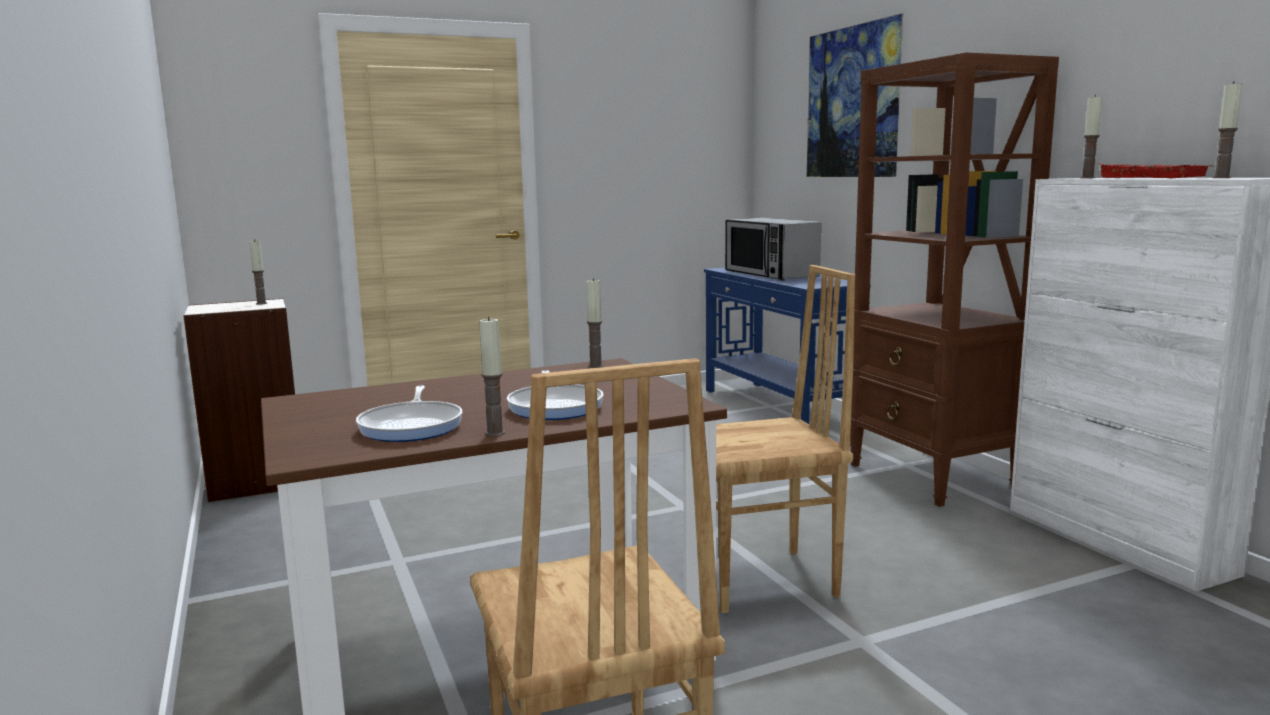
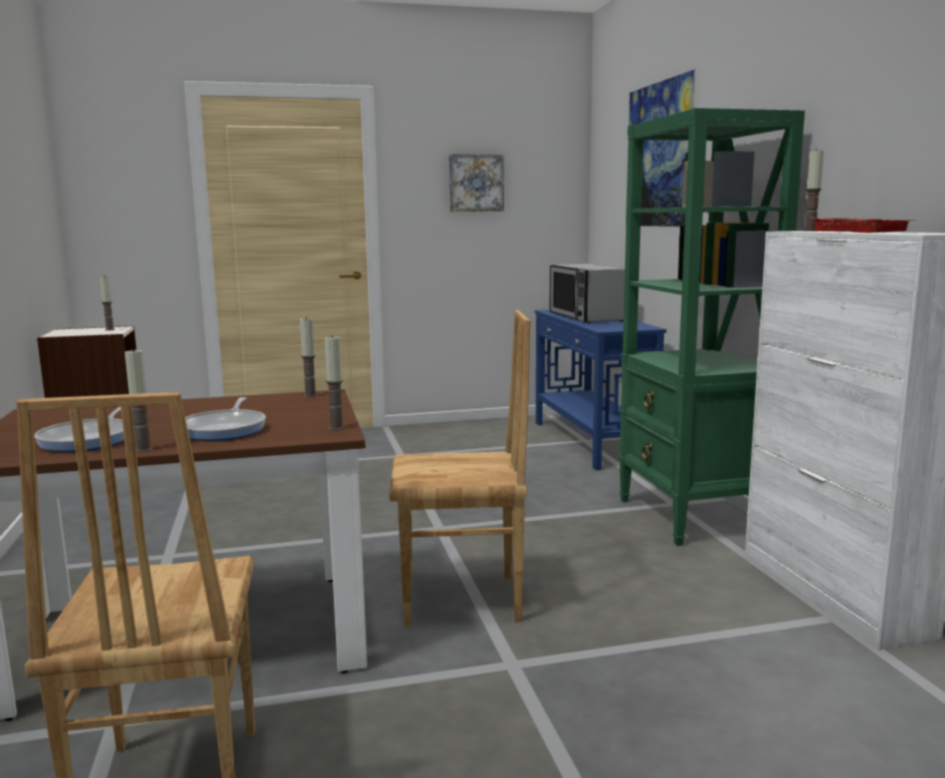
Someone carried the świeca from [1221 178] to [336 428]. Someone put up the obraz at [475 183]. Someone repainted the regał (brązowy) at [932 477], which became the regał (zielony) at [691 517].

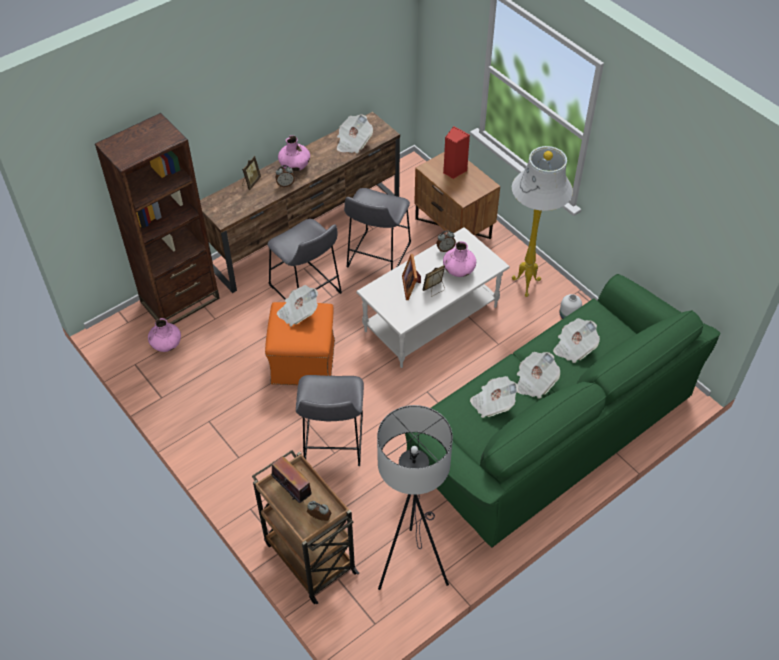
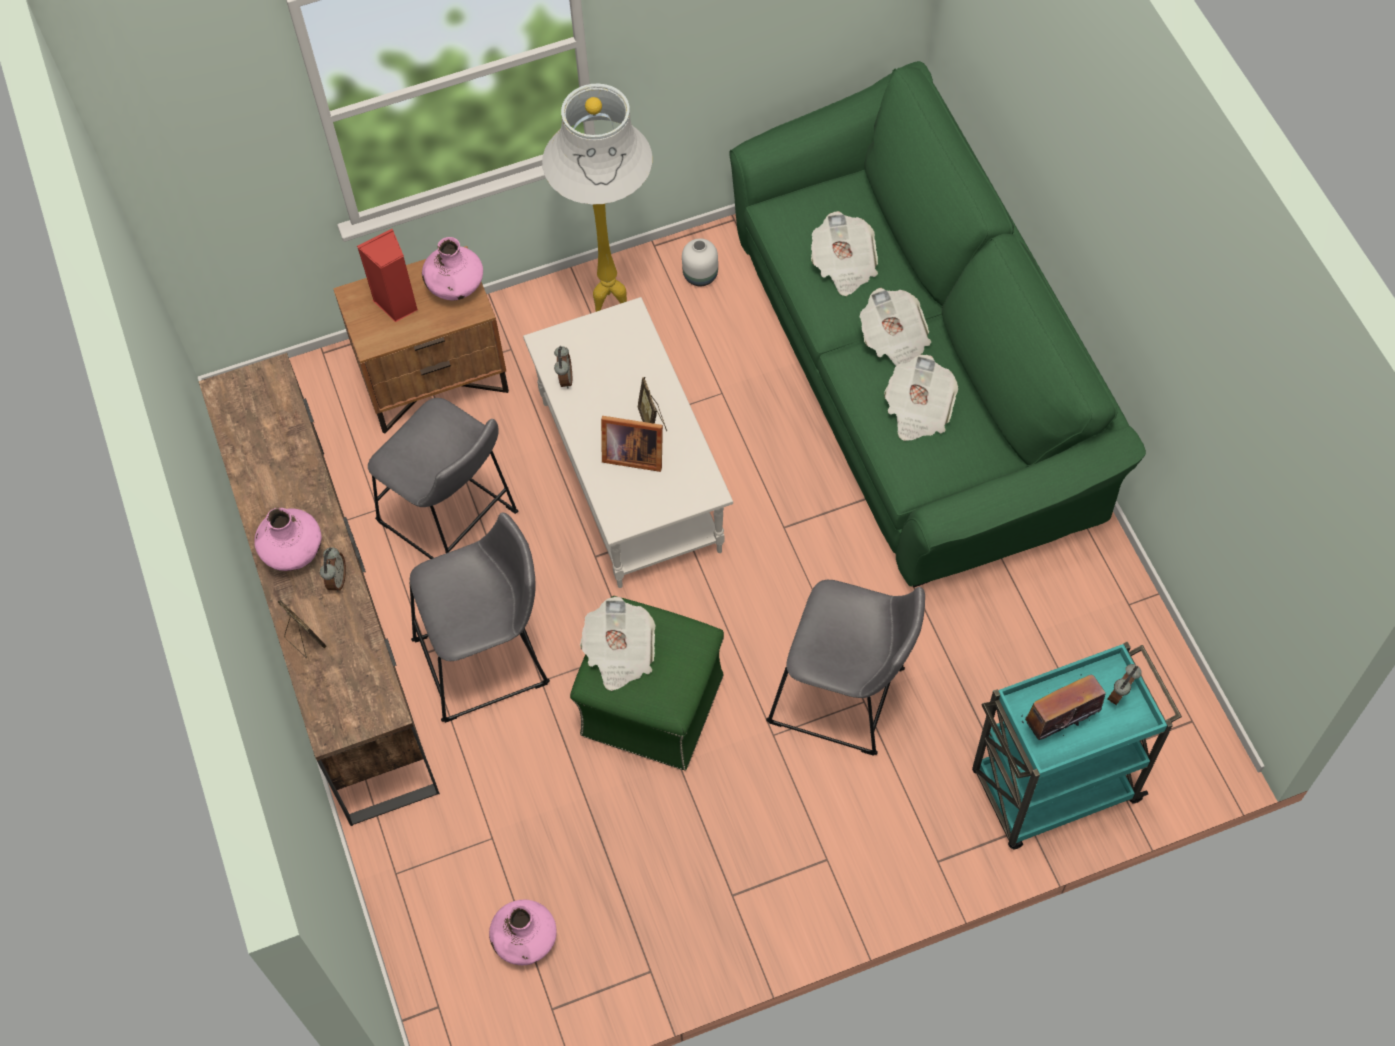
Someone carried the wazon (różowy) from [458 271] to [455 287]. Someone repainted the pufa (pomarańczowy) at [303 361], which became the pufa (zielony) at [650 705]. Someone repainted the wózek (brązowy) at [309 556], which became the wózek (turkusowy) at [1052 788]. Someone took away the regał (brązowy) at [180 300]. Someone took away the gazeta at [353 142]. Someone took away the lampa stojąca (szary) at [411 561].

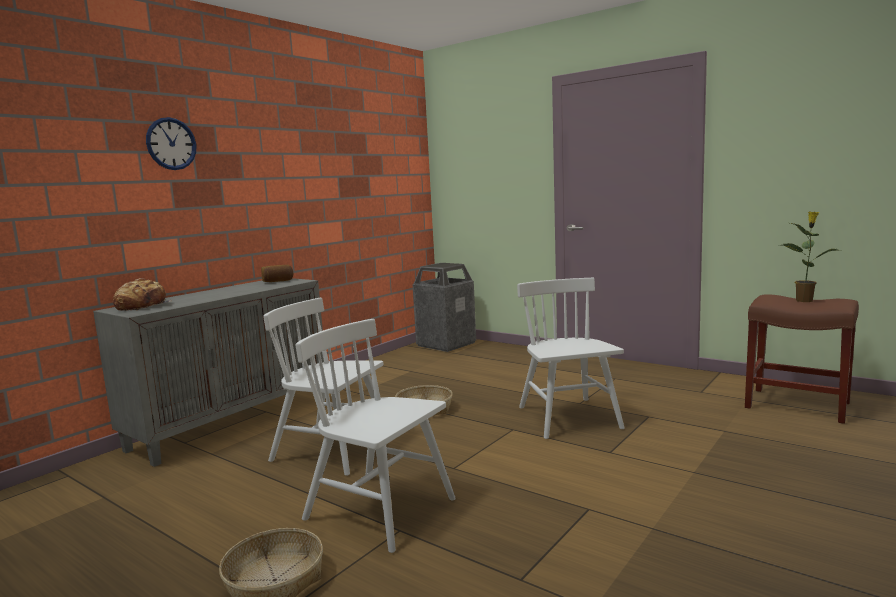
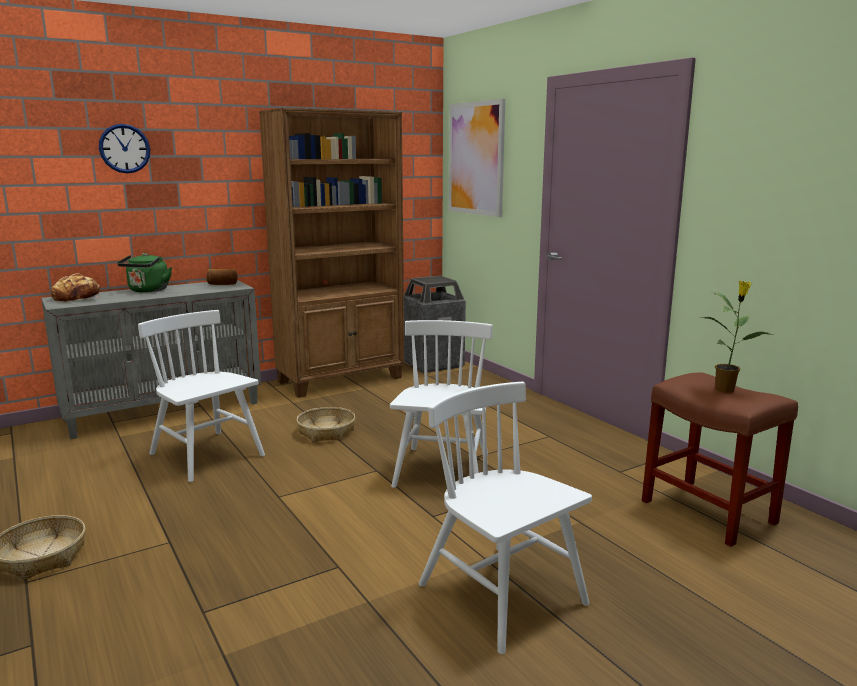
Someone put down the czajnik (zielony) at [147 291]. Someone put down the regał (brązowy) at [341 380]. Someone carried the krzesło (biały) from [380 510] to [502 595]. Someone put up the obraz at [476 158].

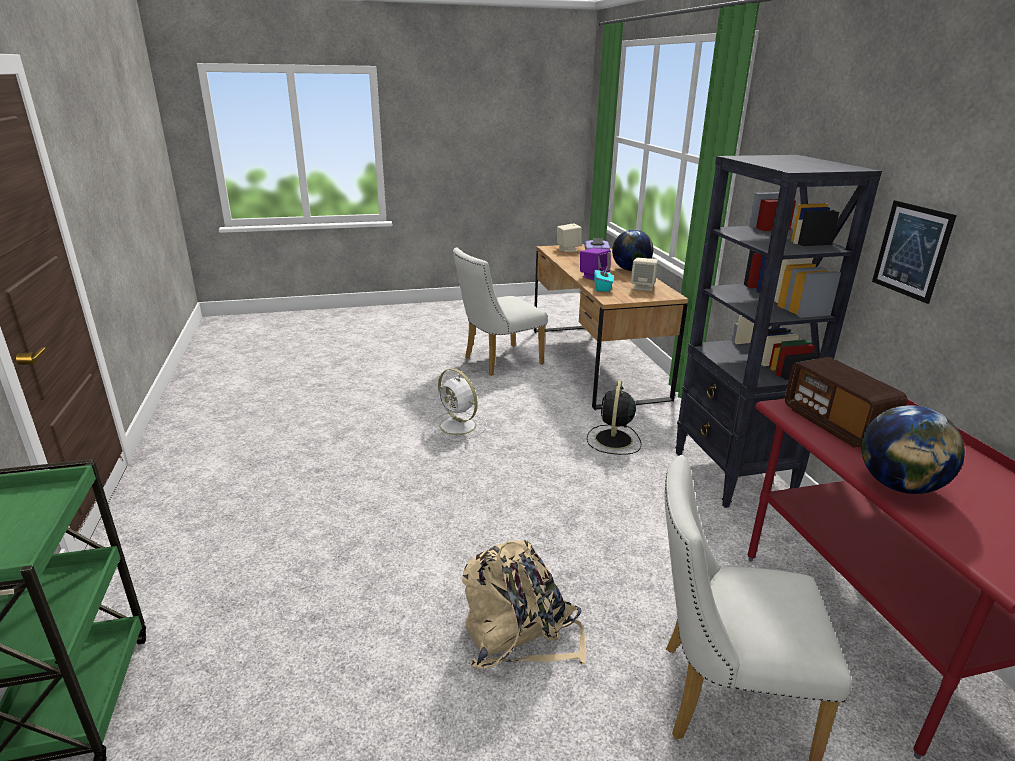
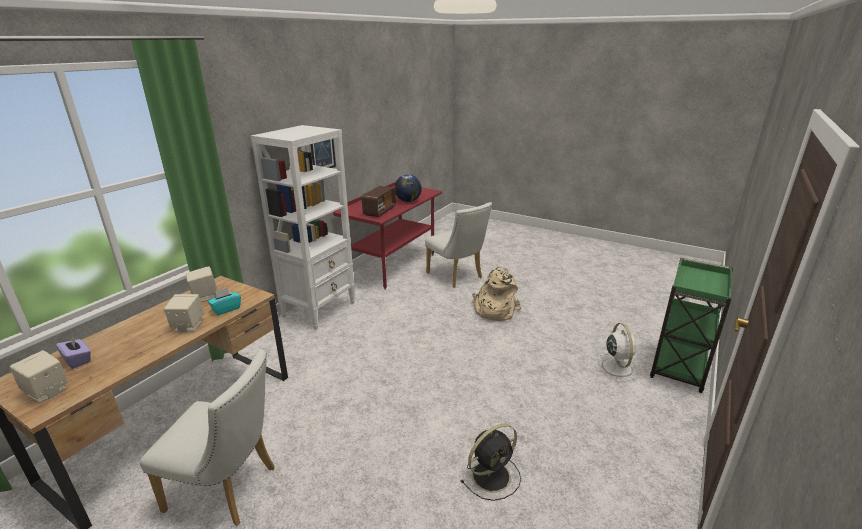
Someone repainted the głośnik (fioletowy) at [593 276], which became the głośnik (beżowy) at [188 326]. Someone repainted the regał (czarny) at [733 474], which became the regał (biały) at [319 309]. Someone carried the wentylator (czarny) from [613 440] to [492 475]. Someone carried the wentylator (biały) from [459 426] to [616 367]. Someone took away the globus at [630 270].

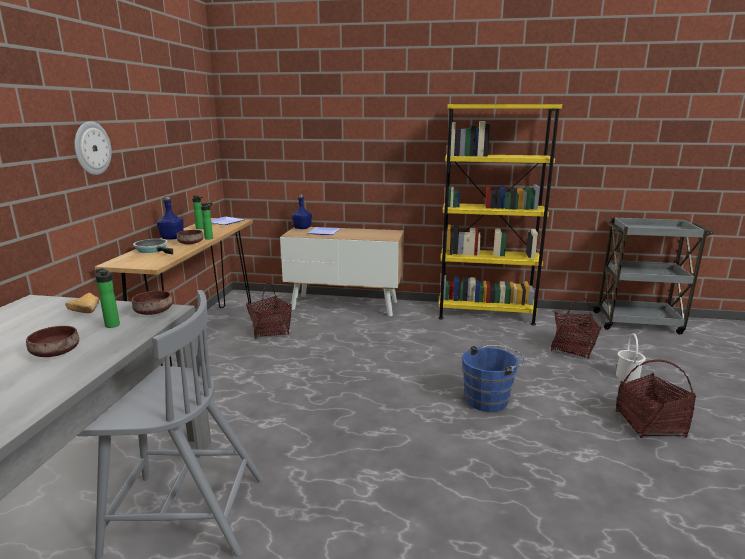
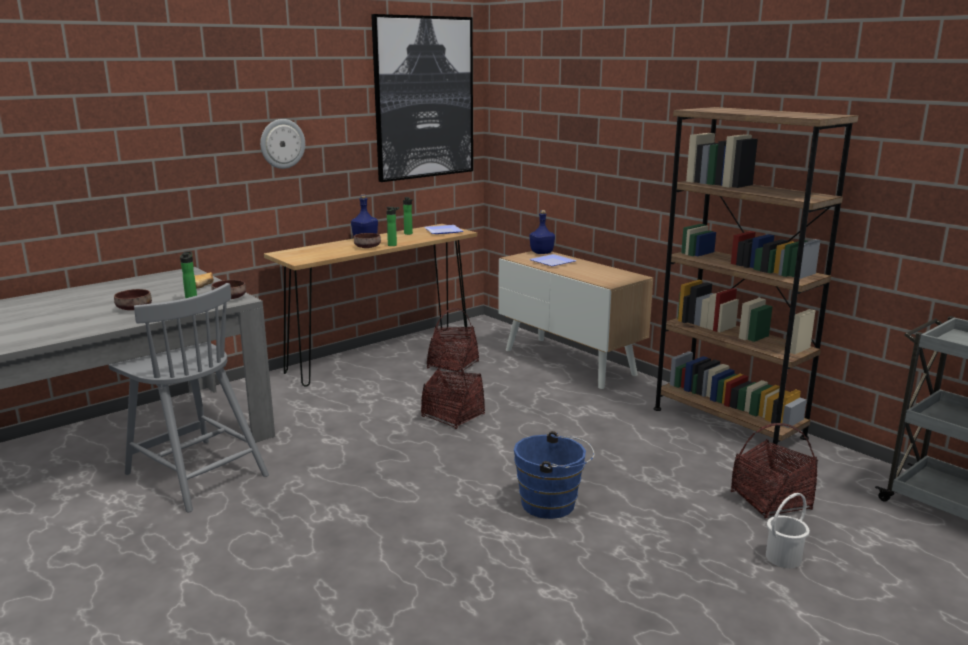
Someone put up the obraz at [424 98]. Someone carried the koszyk from [650 424] to [453 416]. Someone repainted the regał (żółty) at [485 314], which became the regał (brązowy) at [728 423]. Someone took away the patelnia at [153 250].

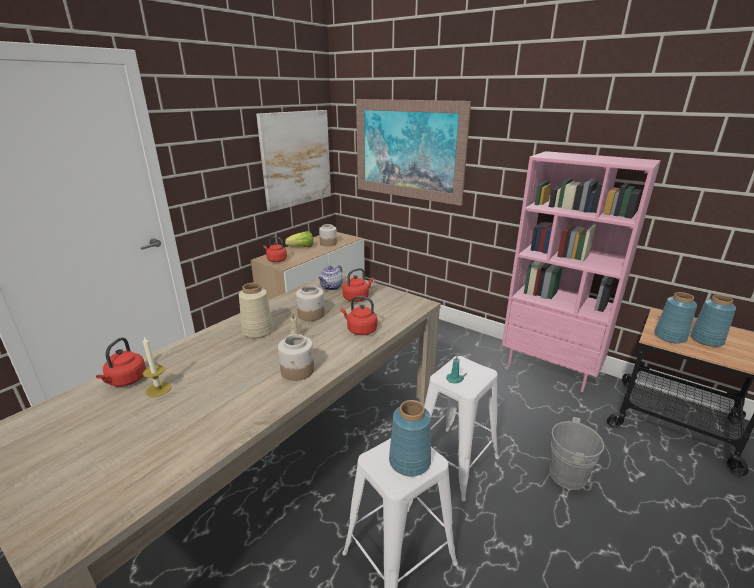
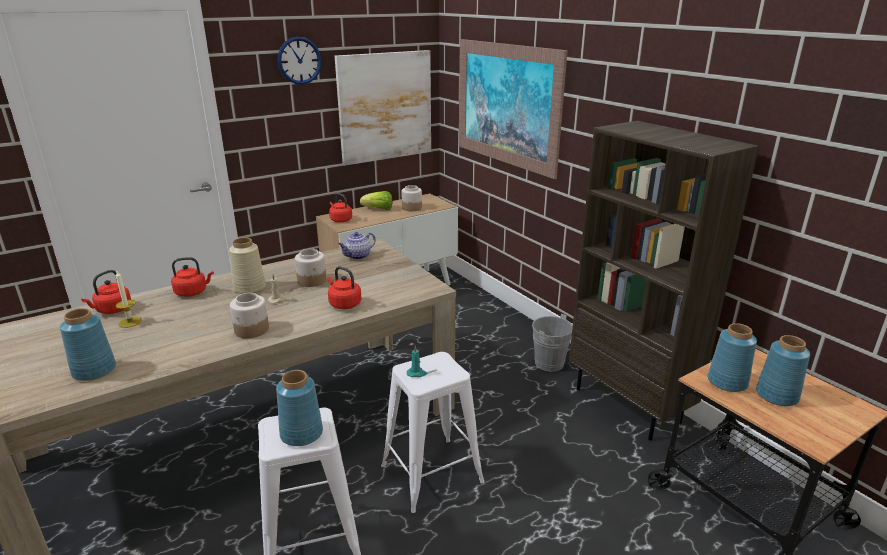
Someone put down the wazon (niebieski) at [93 370]. Someone carried the czajnik (czerwony) from [357 298] to [193 292]. Someone put up the zegar ścienny at [299 60]. Someone carried the wiadro (szary) from [571 477] to [552 364]. Someone repainted the regał (różowy) at [550 369], which became the regał (brązowy) at [628 405].

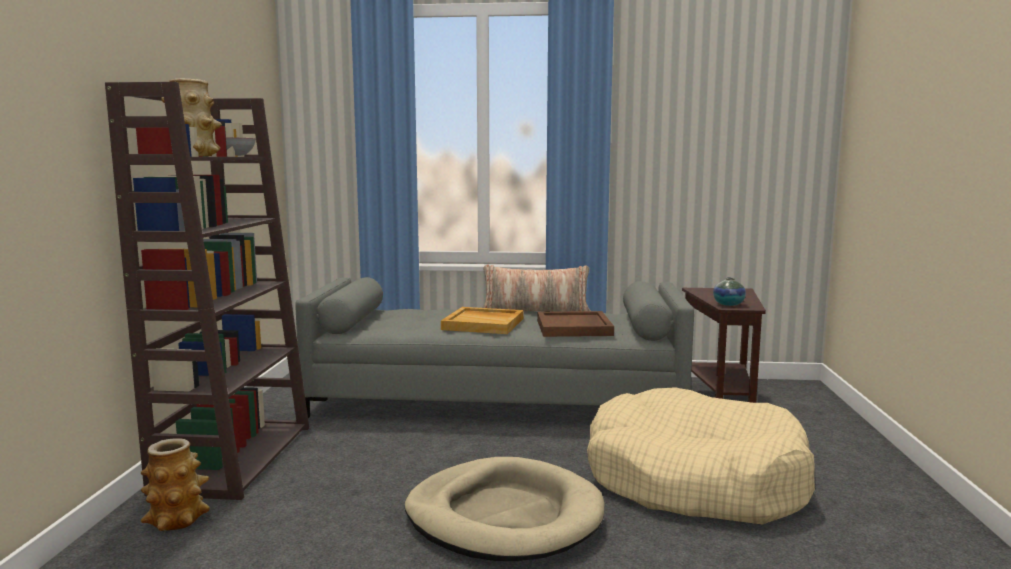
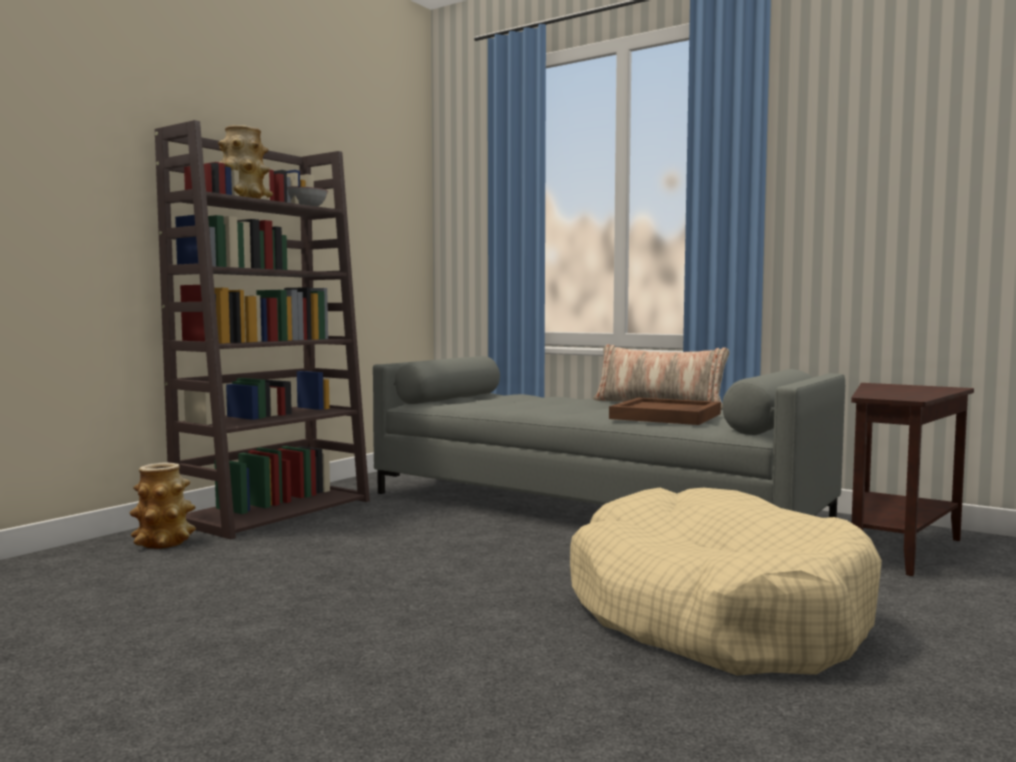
Someone took away the legowisko (beżowy) at [504 516]. Someone took away the taca (beżowy) at [484 324]. Someone took away the wazon at [728 304].

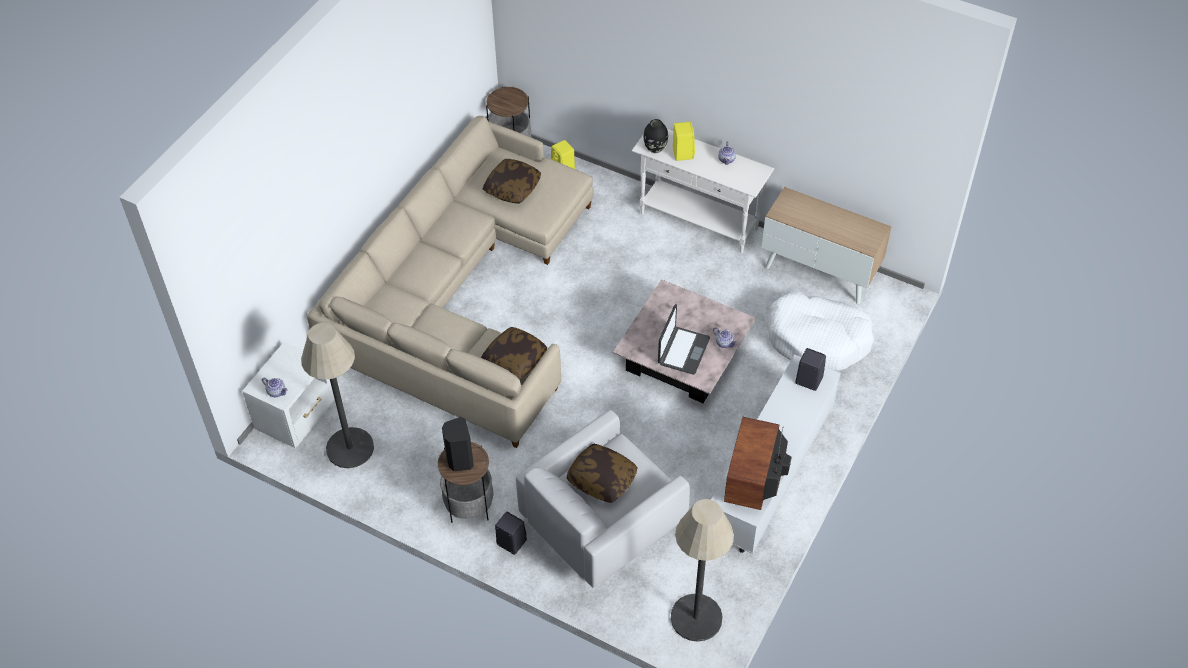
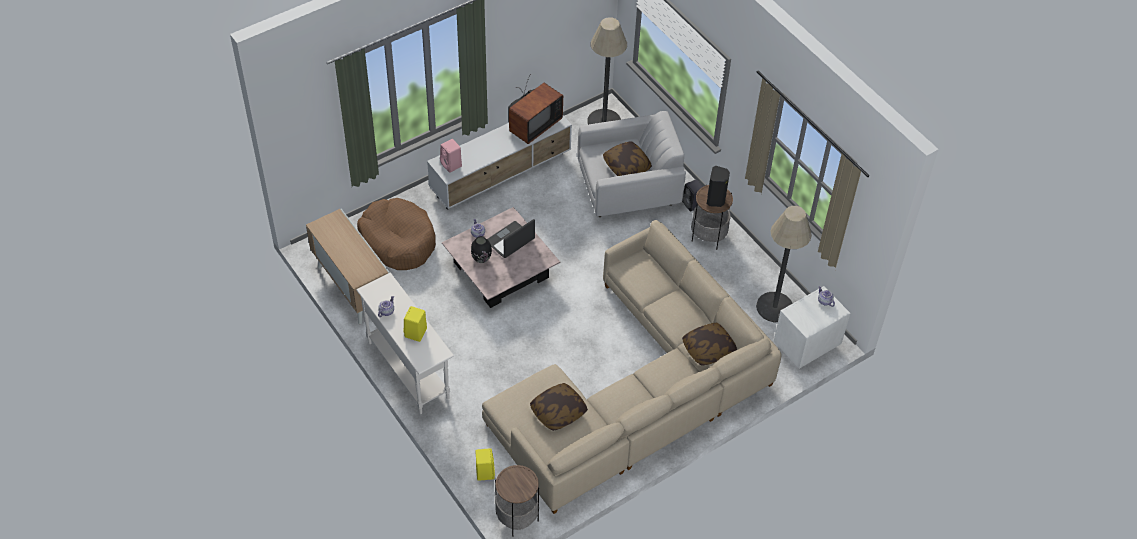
Someone repainted the legowisko (biały) at [818 339], which became the legowisko (brązowy) at [398 241]. Someone repainted the głośnik (czarny) at [808 380], which became the głośnik (różowy) at [451 165]. Someone carried the wazon (czarny) from [655 148] to [481 258]. Someone carried the poduszka from [514 360] to [708 349].

